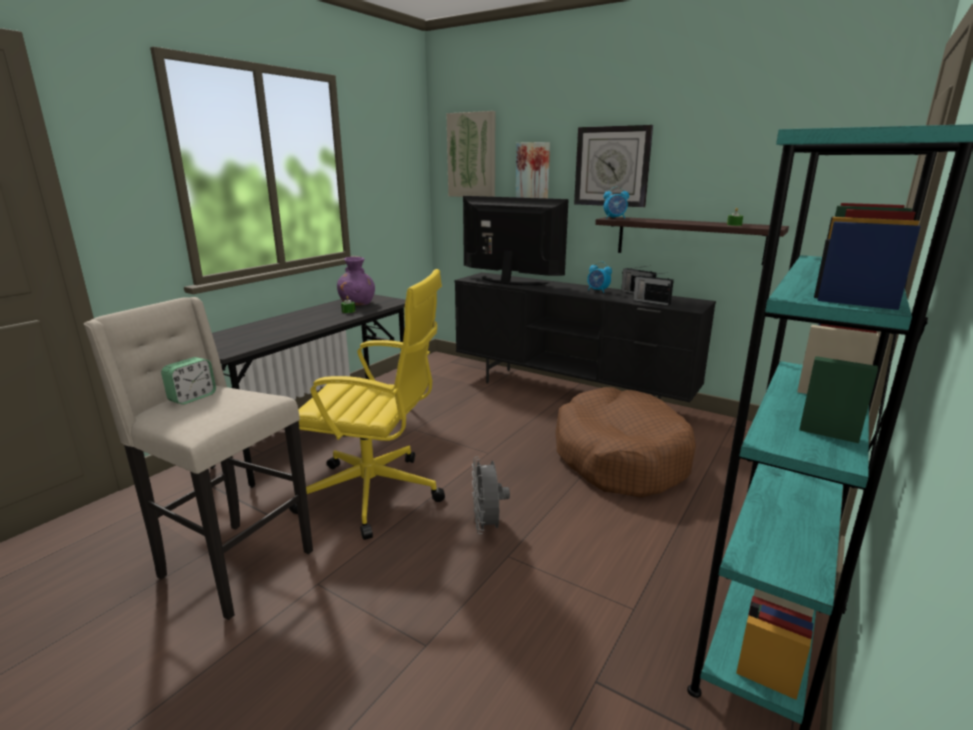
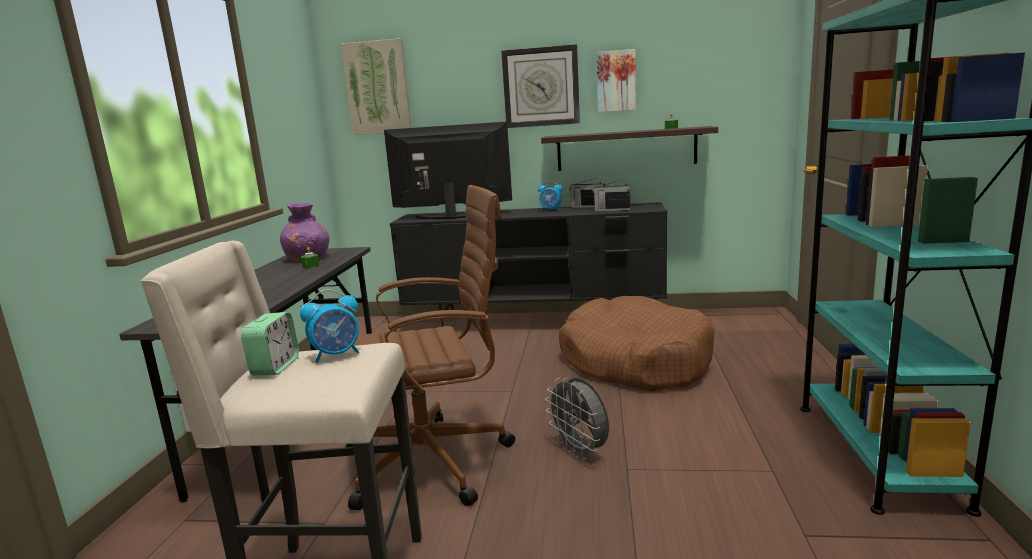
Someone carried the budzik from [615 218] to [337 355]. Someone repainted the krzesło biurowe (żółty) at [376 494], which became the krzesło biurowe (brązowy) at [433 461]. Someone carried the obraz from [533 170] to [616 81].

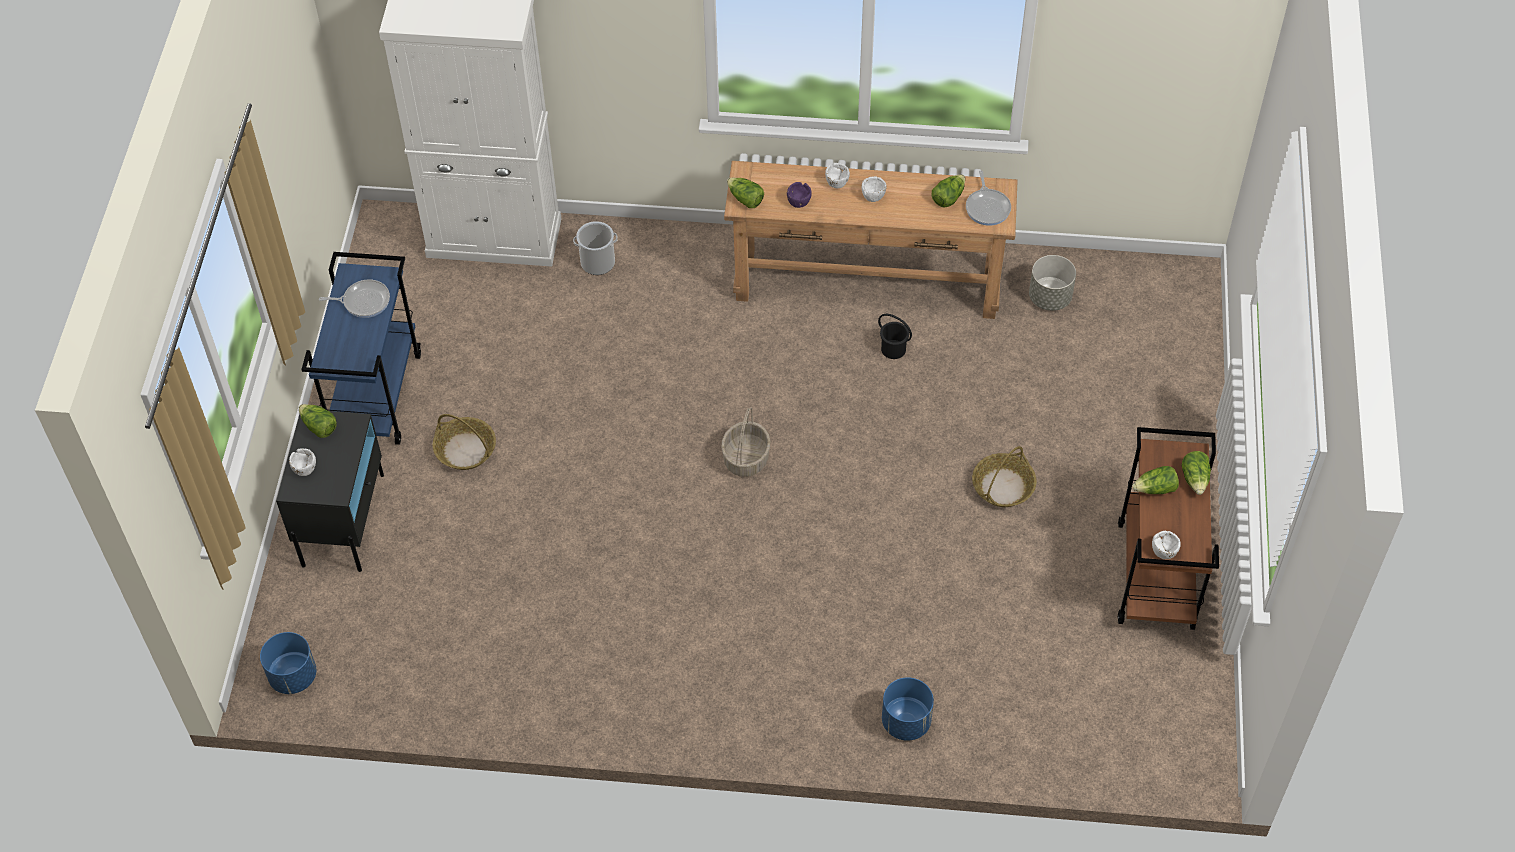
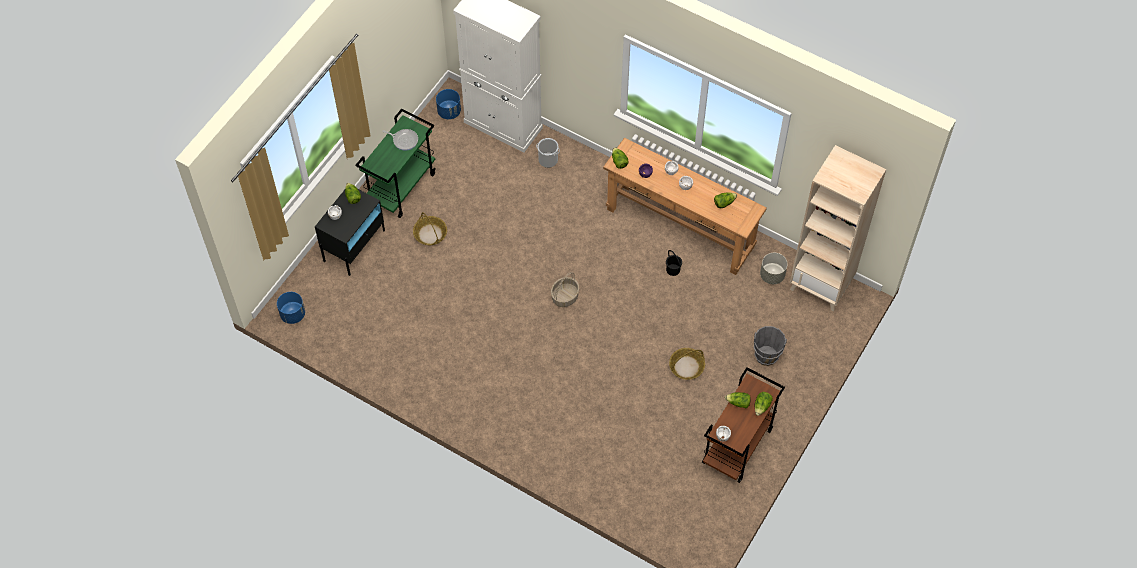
Someone repainted the wózek (niebieski) at [375 395], which became the wózek (zielony) at [401 187]. Someone carried the donica (niebieski) from [906 721] to [449 111]. Someone put down the wiadro (szary) at [766 355]. Someone put down the regał (beżowy) at [821 285]. Someone took away the patelnia at [987 207].

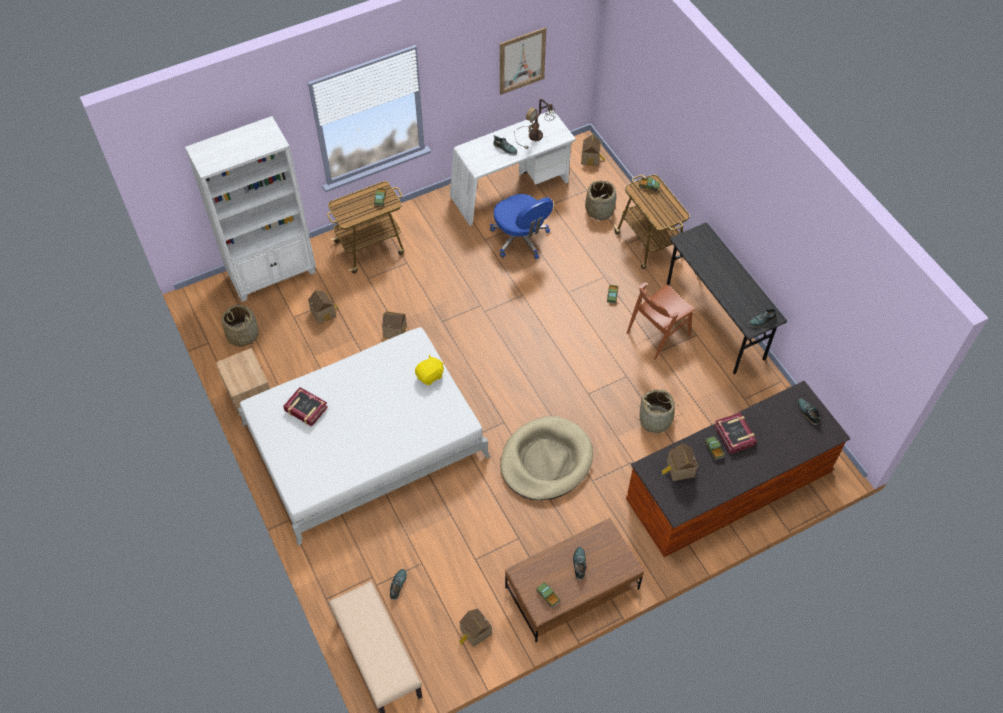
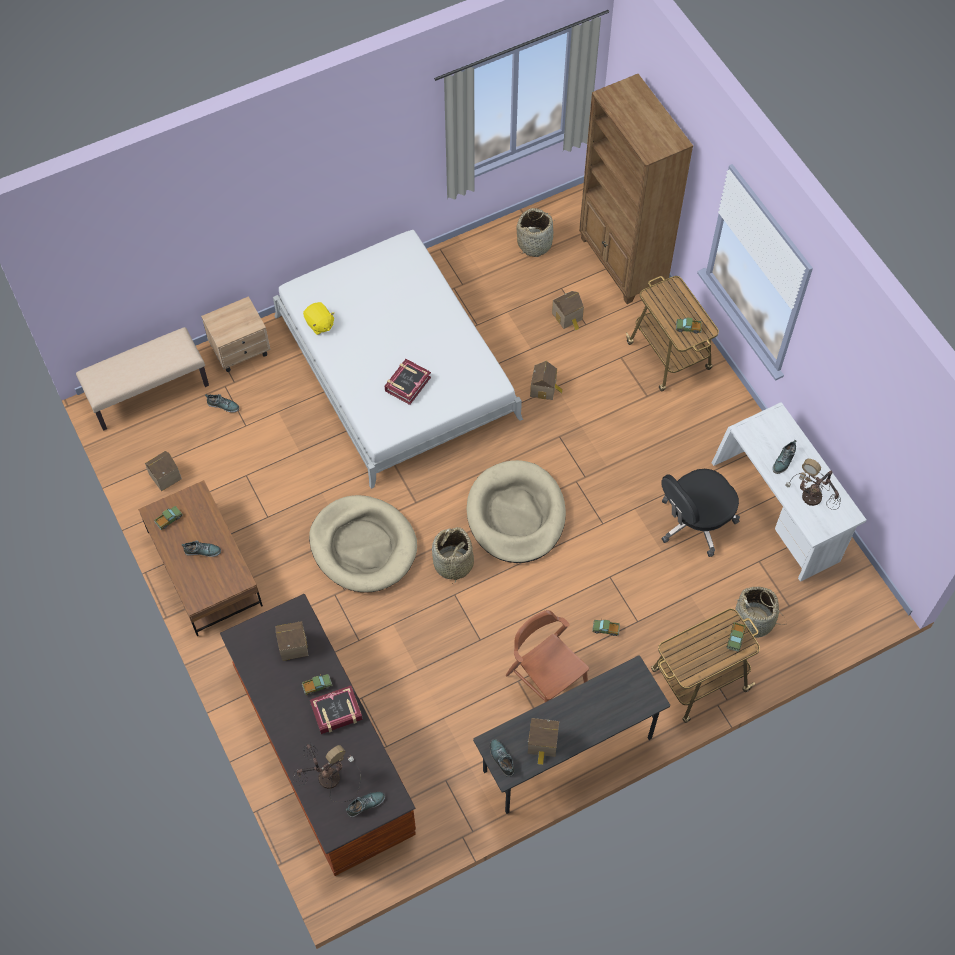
Someone carried the szafka nocna (beżowy) from [250 396] to [241 351]. Someone put down the lampa stołowa at [327 778]. Someone carried the pluszak (żółty) from [430 376] to [319 324]. Someone carried the książka from [306 409] to [407 384]. Someone carried the koszyk from [655 420] to [453 564]. Someone put down the legowisko (beżowy) at [516 514]. Someone carried the domek from [591 158] to [542 744]. Someone repainted the regał (biały) at [273 274], which became the regał (brązowy) at [622 263]. Someone repainted the krzesło biurowe (niebieski) at [520 239], which became the krzesło biurowe (czarny) at [694 522]. Someone took away the obraz at [522 61].

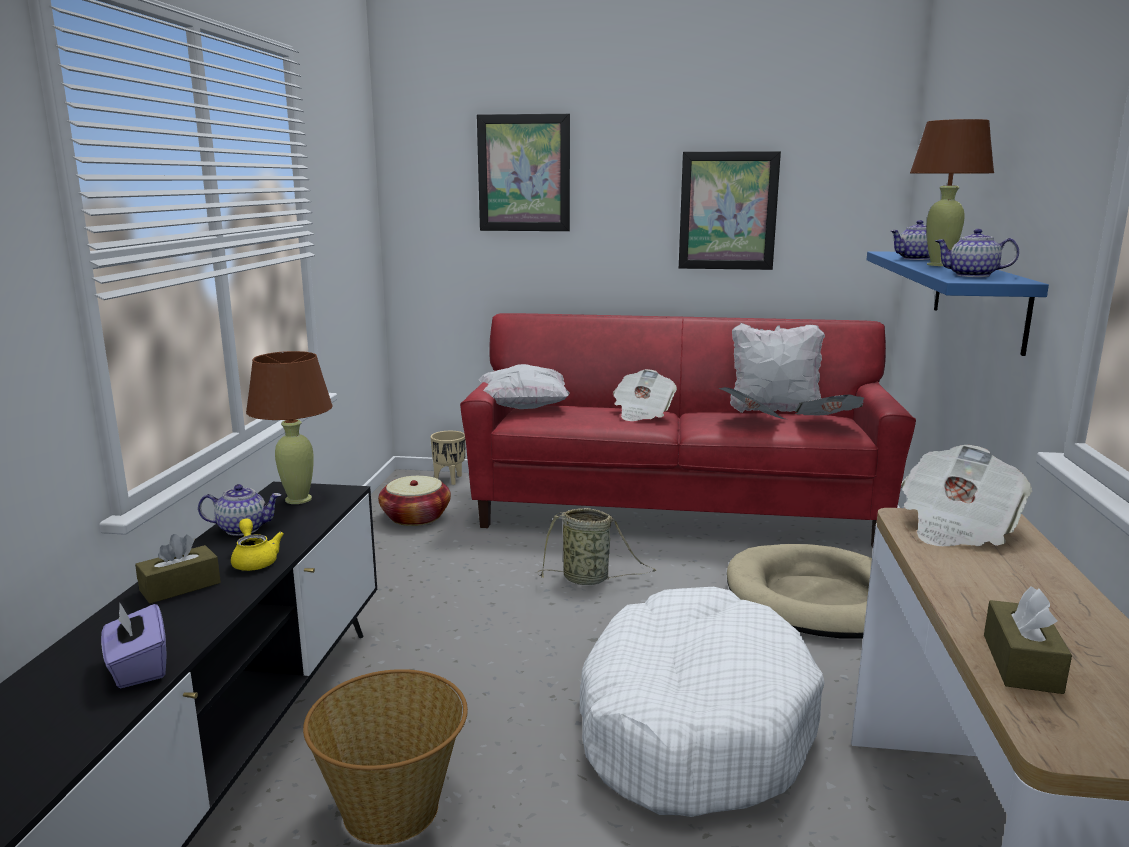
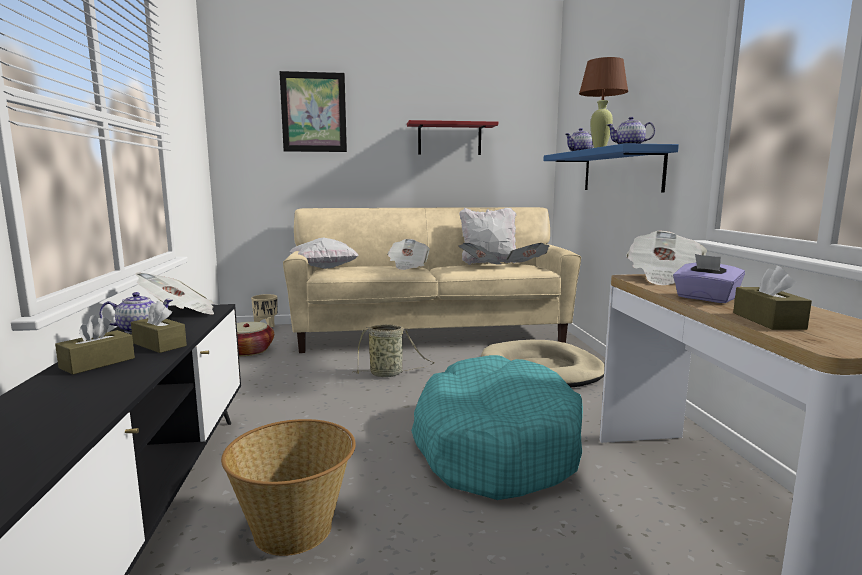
Someone swapped the imbryk (żółty) at [255 560] for the pudełko chusteczek (brązowy) at [159 344]. Someone swapped the lampa stołowa (brązowy) at [299 499] for the gazeta at [180 313]. Someone repainted the kanapa (czerwony) at [675 510], which became the kanapa (beżowy) at [430 334]. Someone swapped the obraz at [728 211] for the półka (czerwony) at [449 139]. Someone repainted the legowisko (biały) at [692 724], which became the legowisko (turkusowy) at [495 445]. Someone carried the pudełko chusteczek (fioletowy) from [138 667] to [705 298].

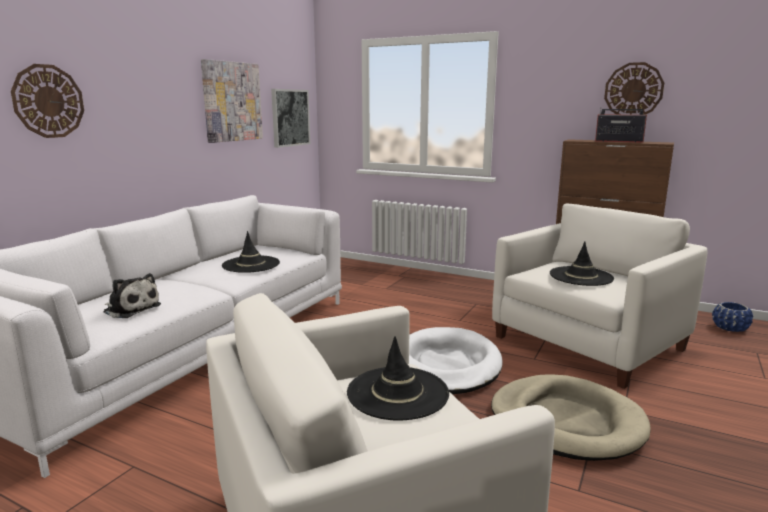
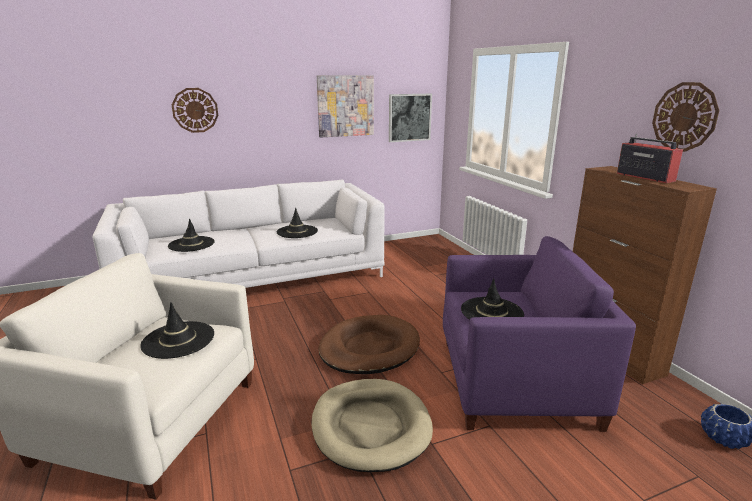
Someone swapped the pluszak at [131 309] for the kapelusz (czarny) at [191 244]. Someone repainted the legowisko (biały) at [446 365], which became the legowisko (brązowy) at [369 348]. Someone repainted the fotel (biały) at [587 343], which became the fotel (fioletowy) at [514 380].

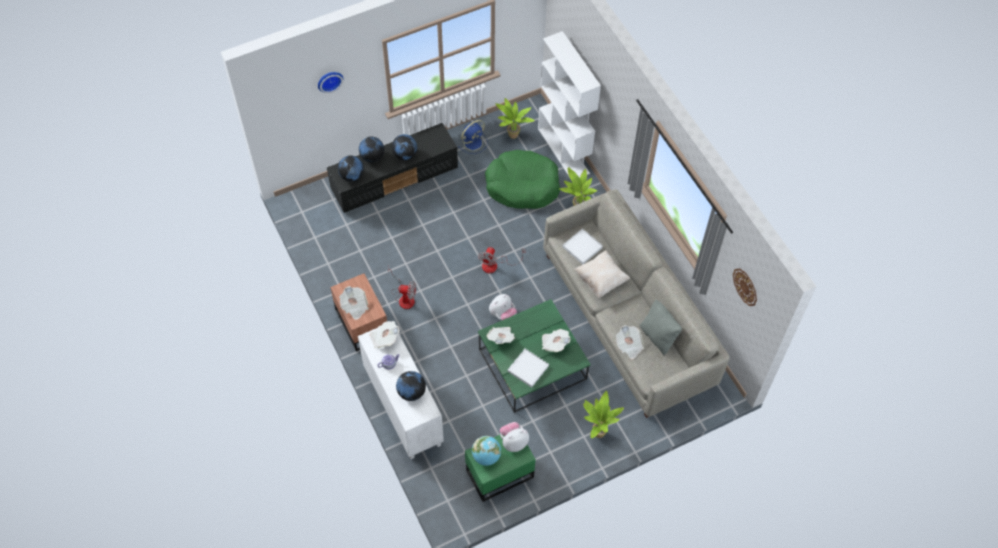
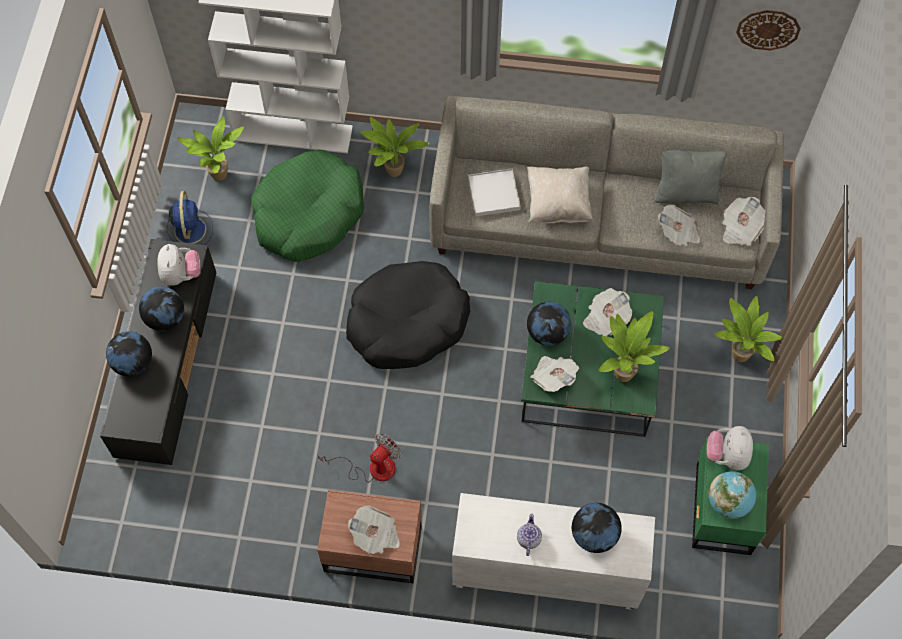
Someone carried the pluszak from [502 314] to [181 274]. Someone swapped the wentylator at [495 265] for the legowisko (czarny) at [407 322]. Someone carried the globus from [351 176] to [547 333]. Someone swapped the taca (biały) at [528 368] for the roślina doniczkowa at [621 373]. Someone carried the gazeta from [384 338] to [740 228]. Someone took away the zegar ścienny at [329 80].

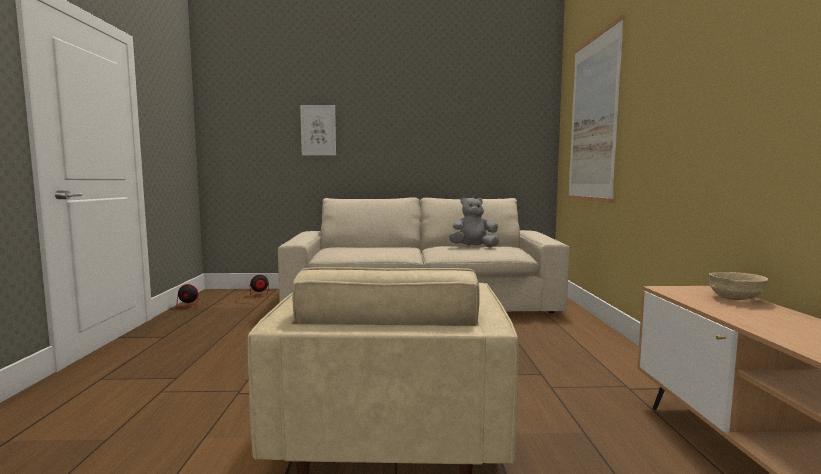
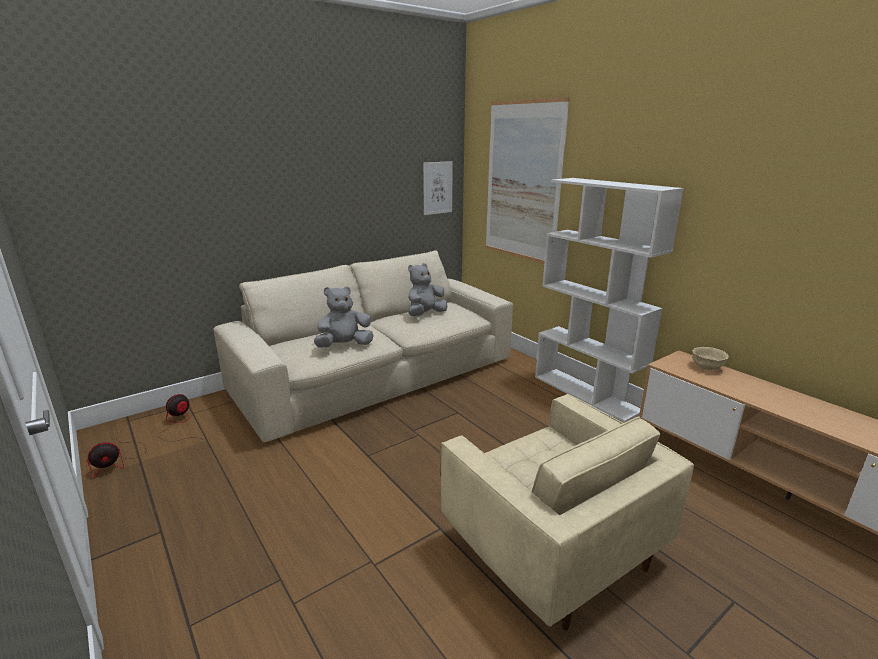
Someone put down the pluszak (szary) at [344 345]. Someone carried the obraz from [318 130] to [437 188]. Someone put down the regał (biały) at [586 393].

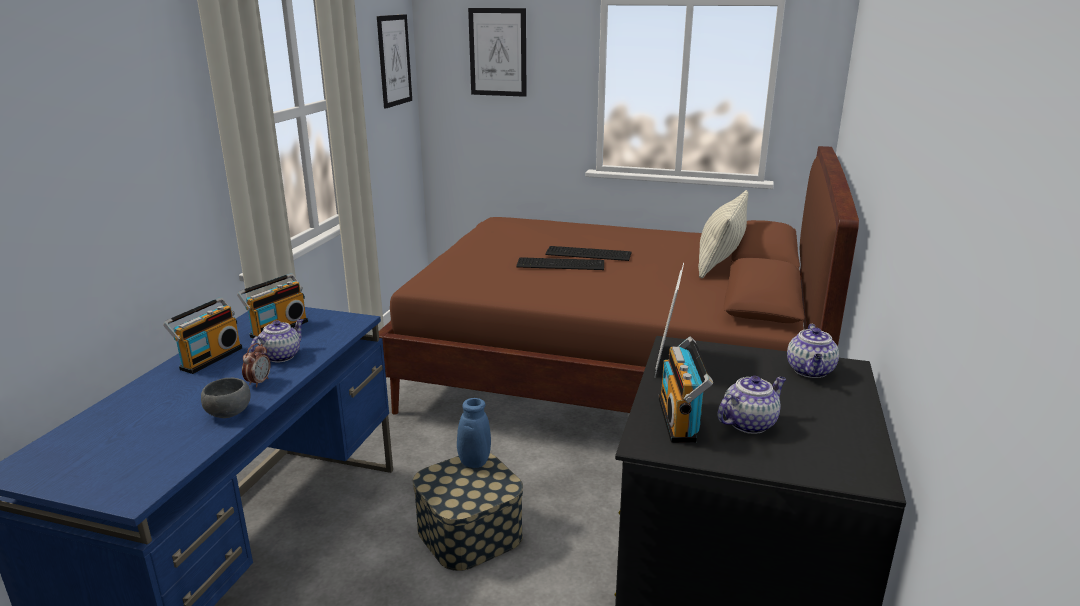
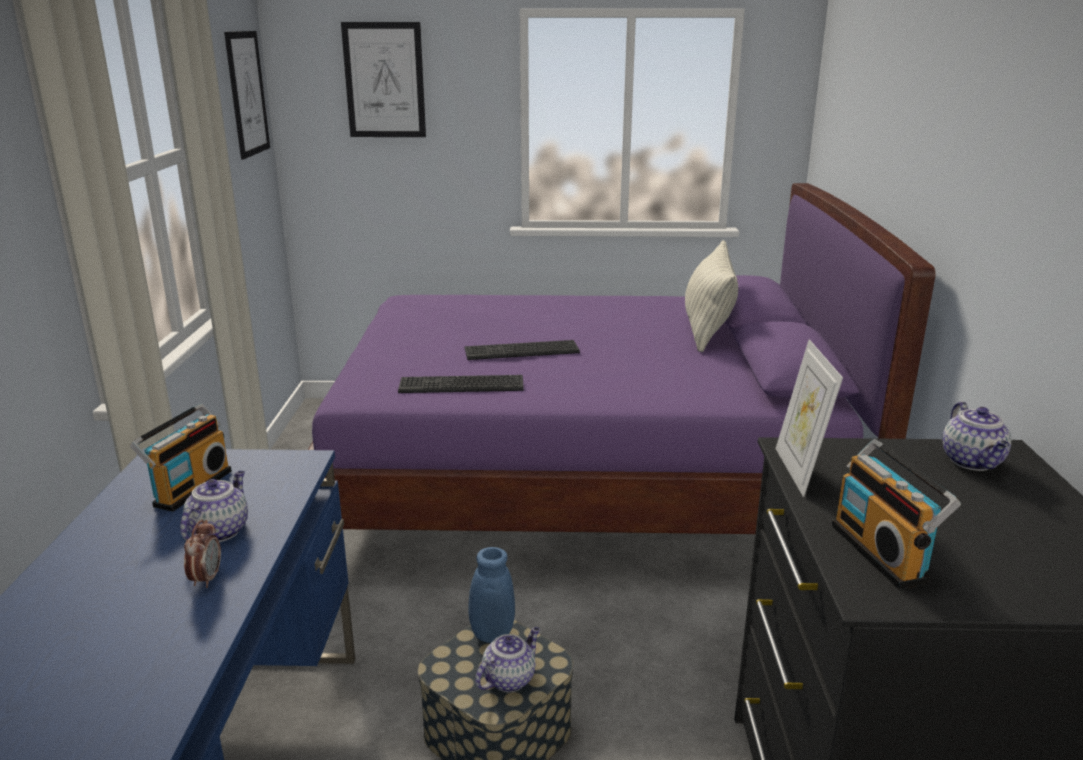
Someone repainted the łóżko (brązowy) at [612 376], which became the łóżko (fioletowy) at [586 484]. Someone carried the klawiatura from [589 254] to [463 385]. Someone carried the imbryk from [749 423] to [509 678]. Someone took away the radio at [209 358]. Someone took away the miska (szary) at [228 412].

